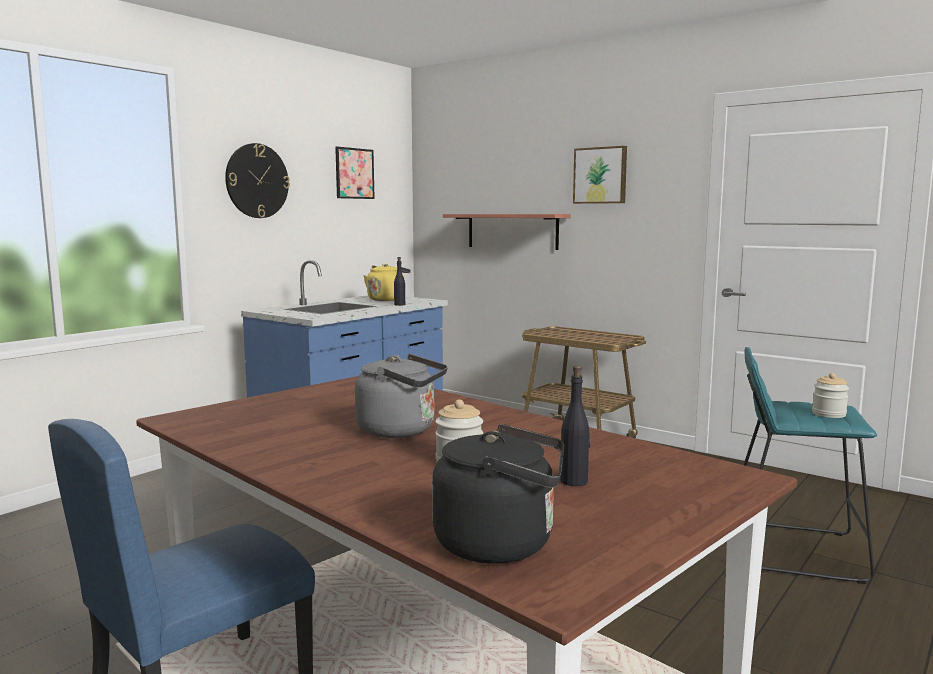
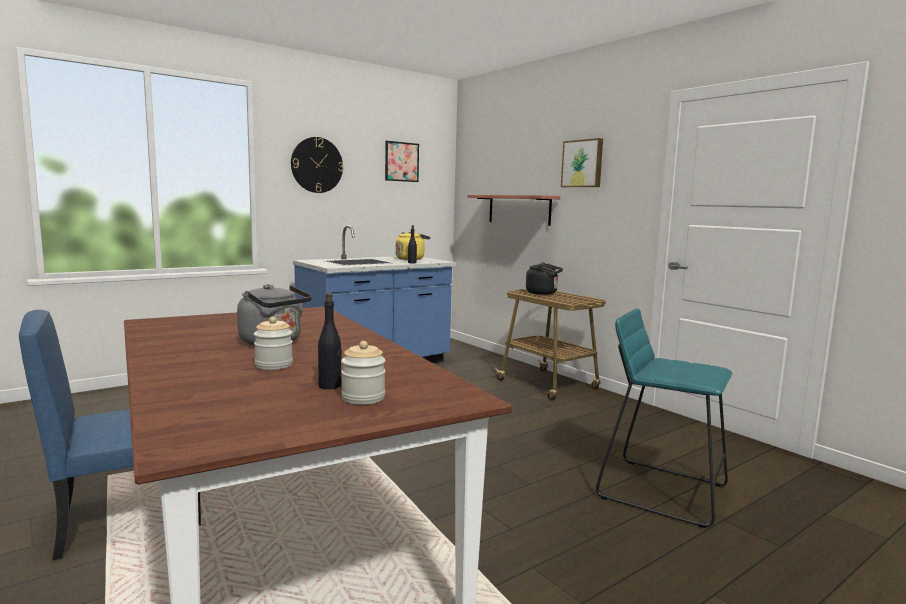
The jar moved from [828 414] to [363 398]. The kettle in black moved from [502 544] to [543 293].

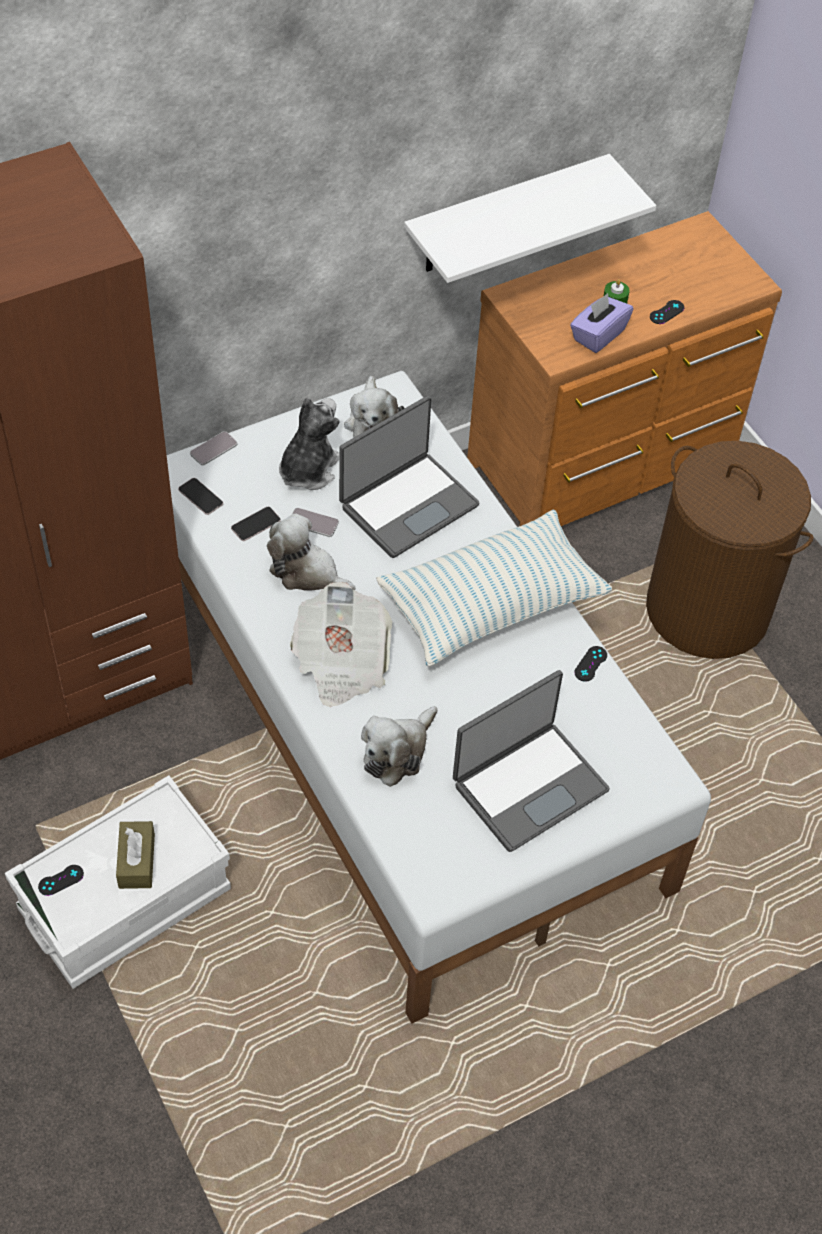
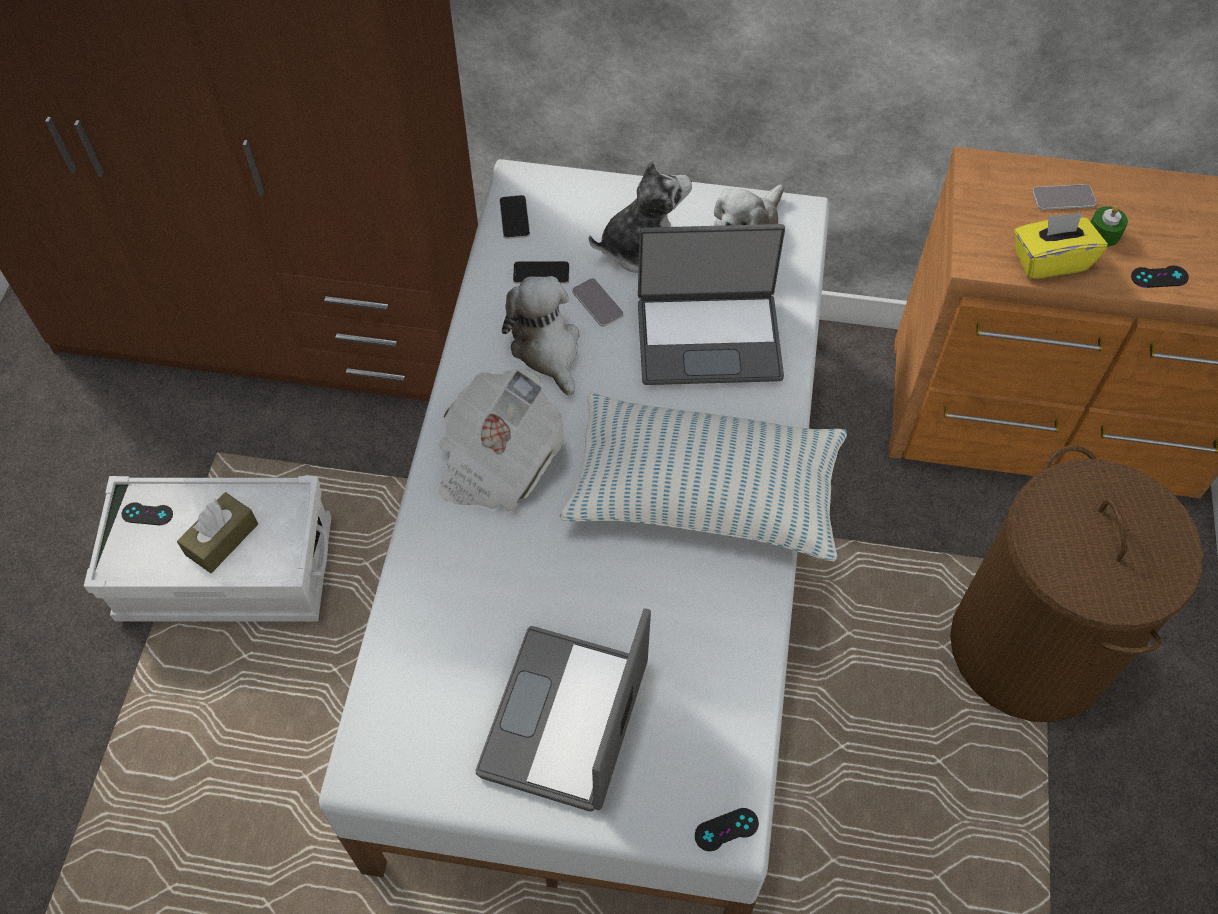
The laptop at [528 785] turned 105 degrees clockwise. The game controller in black moved from [590 664] to [726 829]. The tissue box in purple at [598 335] became the tissue box in yellow at [1049 261]. The phone moved from [213 449] to [1063 198]. The plush toy at [397 752] disappeared. The shelf in white at [505 215] disappeared.

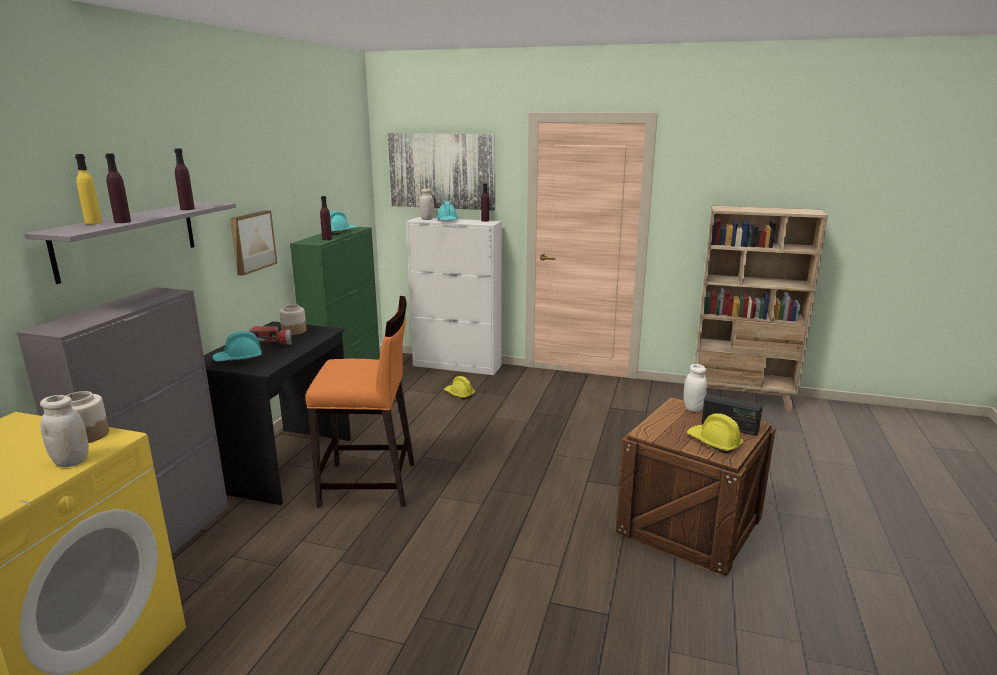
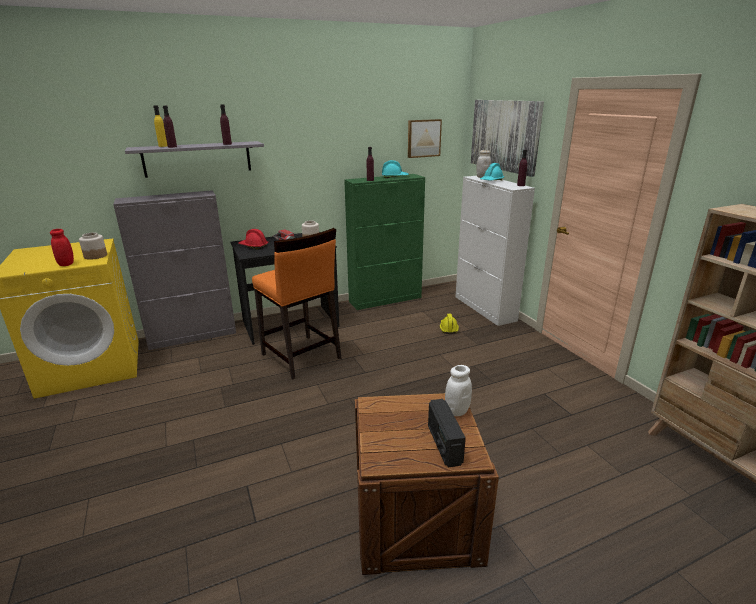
The jar in white at [71 461] became the jar in red at [66 264]. The hard hat in turquoise at [238 359] became the hard hat in red at [253 246]. The picture moved from [251 241] to [423 138]. The hard hat in yellow at [713 442] disappeared.

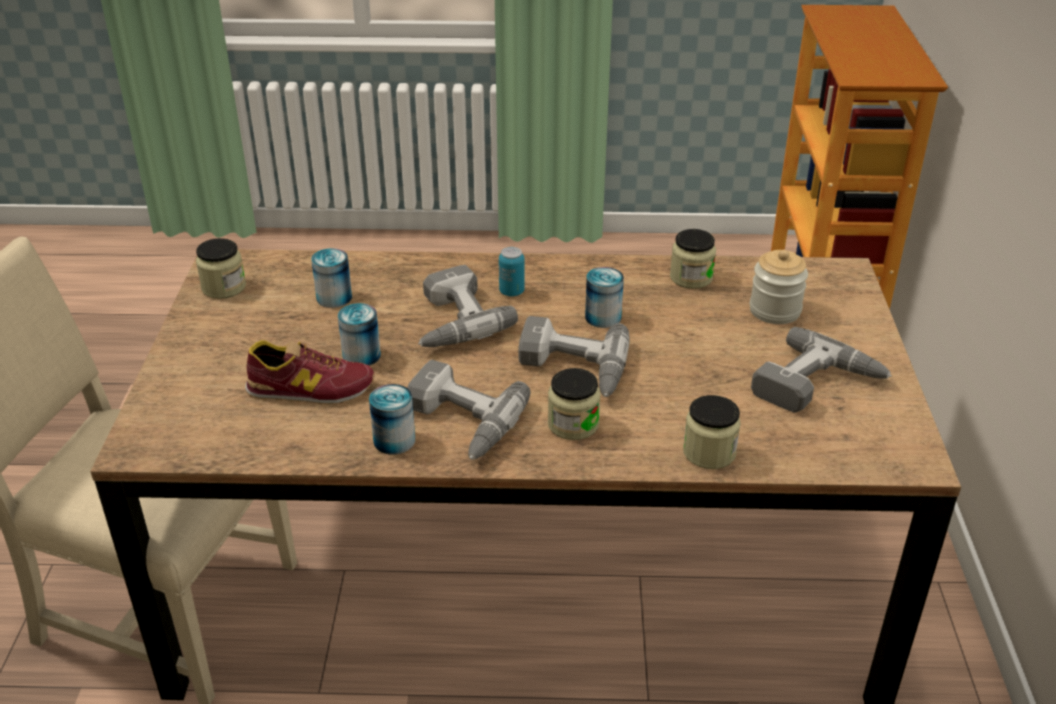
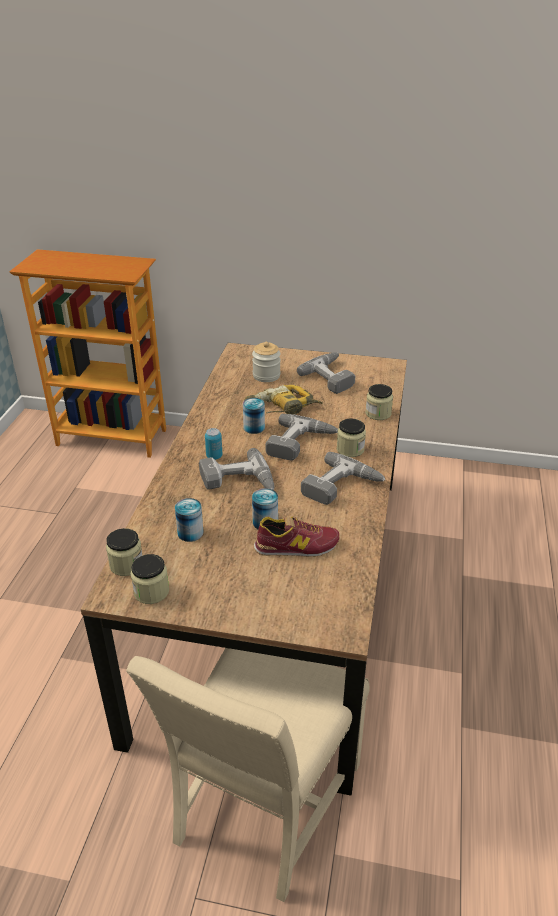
The jar moved from [691 277] to [126 564]. The power drill at [282 408] appeared. The shoe at [310 389] turned 75 degrees clockwise. The can at [394 440] disappeared.

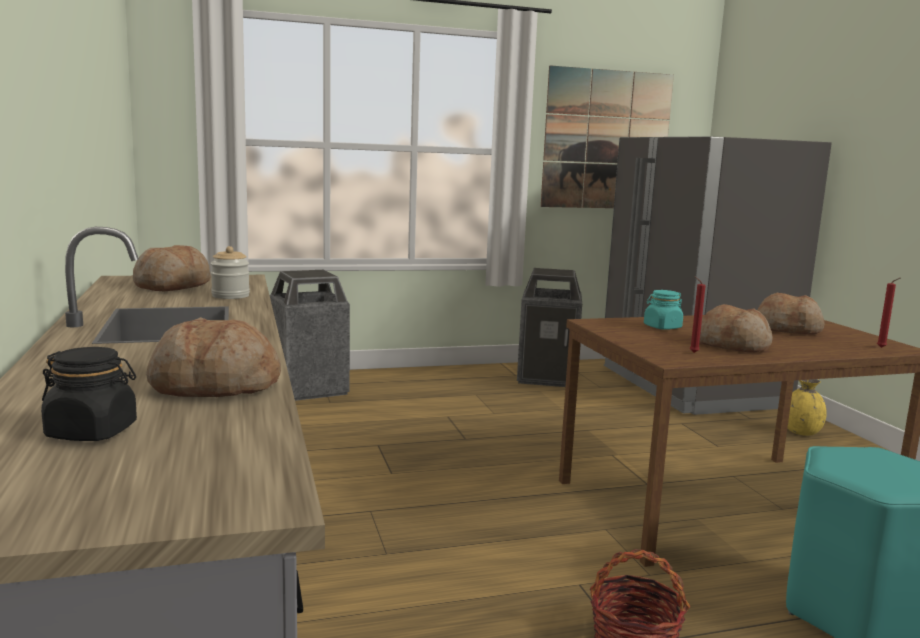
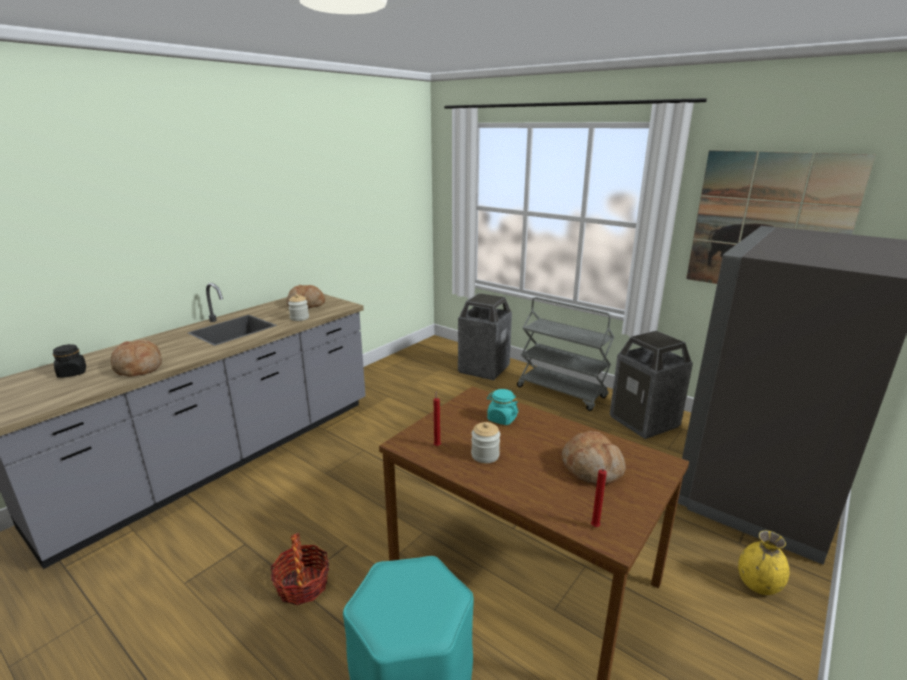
The bread at [733 345] was replaced by the jar at [485 455]. The cart in grey at [562 392] appeared.

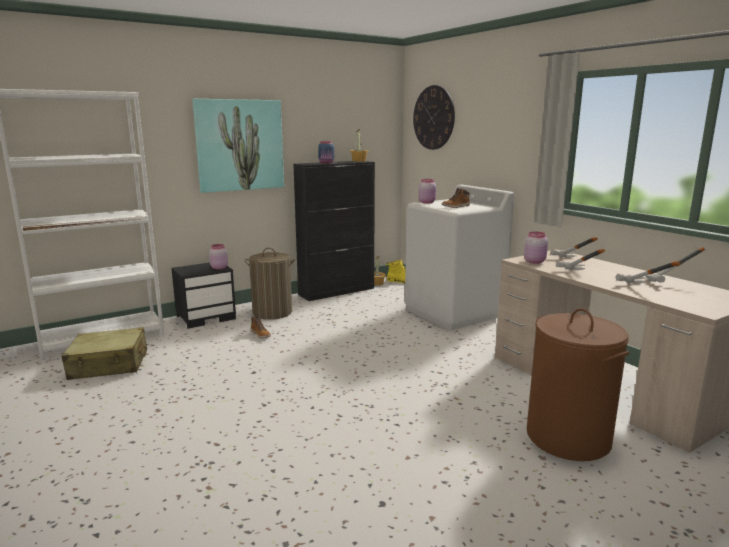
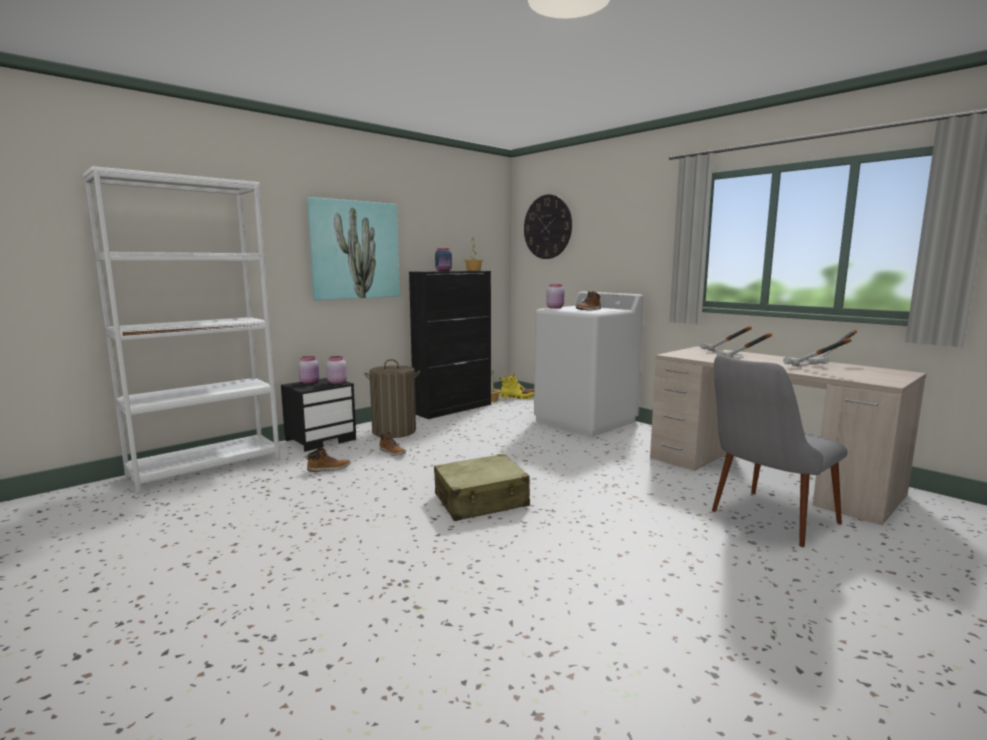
The jar in pink moved from [535 261] to [310 382]. The boot at [329 468] appeared. The suitcase in beige moved from [109 365] to [481 501]. The laundry basket in brown at [567 437] was replaced by the chair in grey at [764 522].

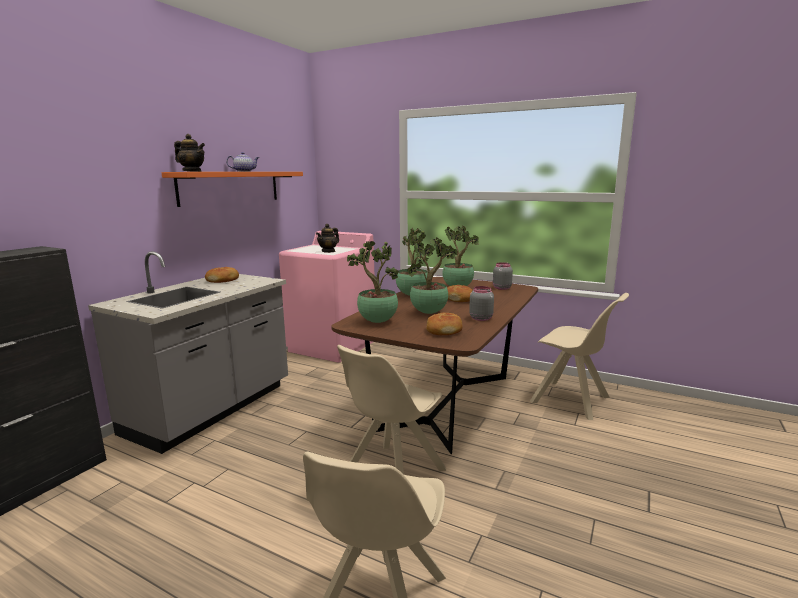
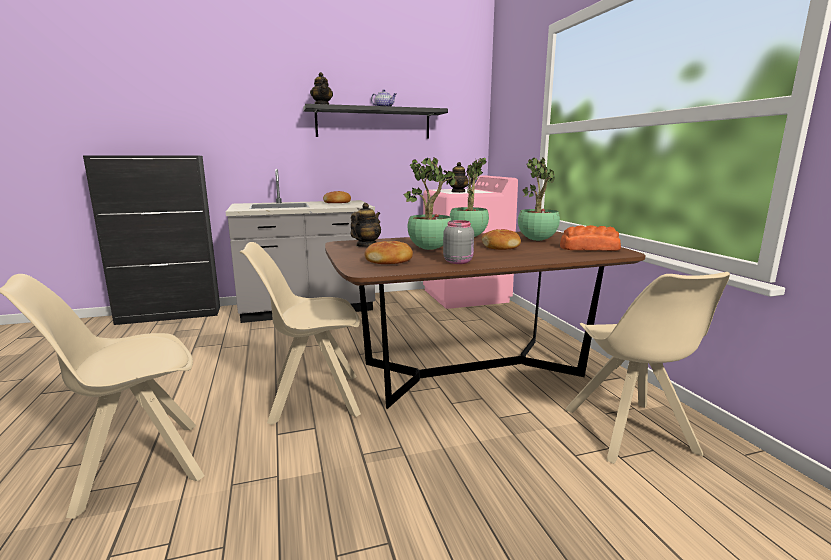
The shelf in orange at [230 187] became the shelf in black at [373 123]. The potted plant at [376 322] was replaced by the teapot at [366 245]. The jar in grey at [501 288] was replaced by the bread at [588 248].

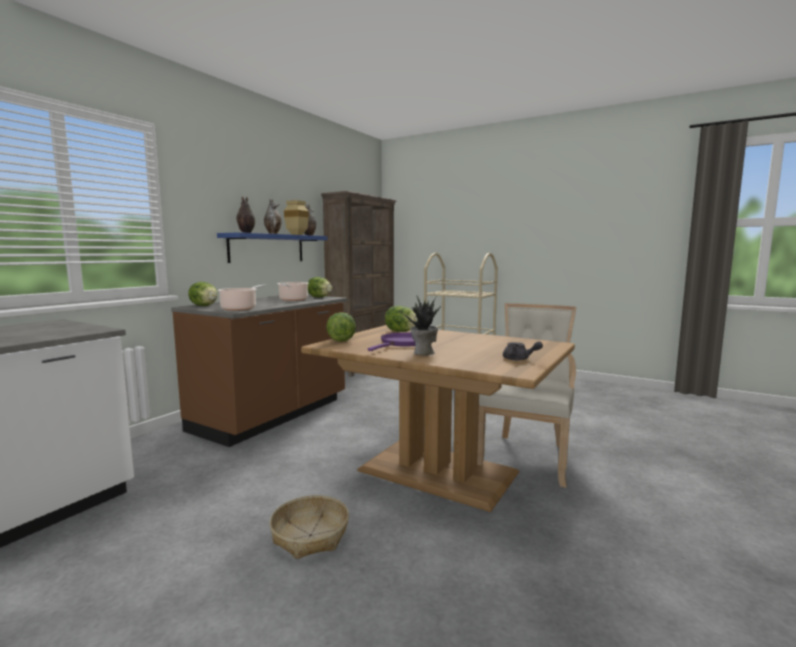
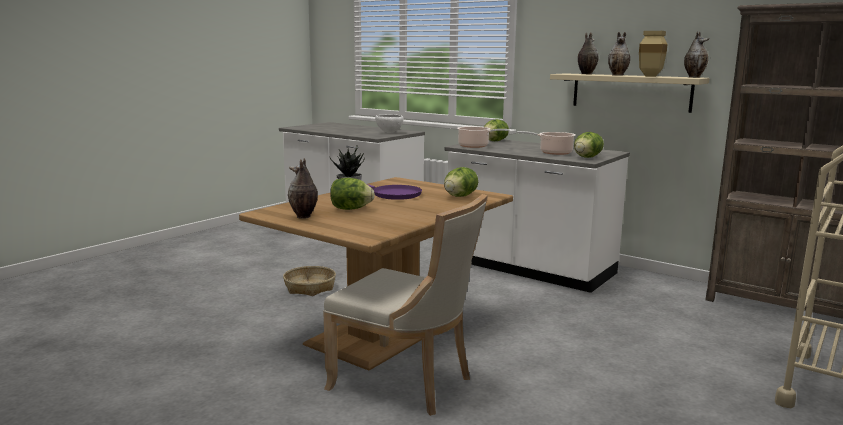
The teapot in grey at [519 359] was replaced by the vase at [303 216]. The lettuce moved from [341 340] to [351 209]. The bowl in white at [389 133] appeared. The counter in brown at [272 415] became the counter in white at [529 268]. The shelf in blue at [267 248] became the shelf in beige at [631 92].

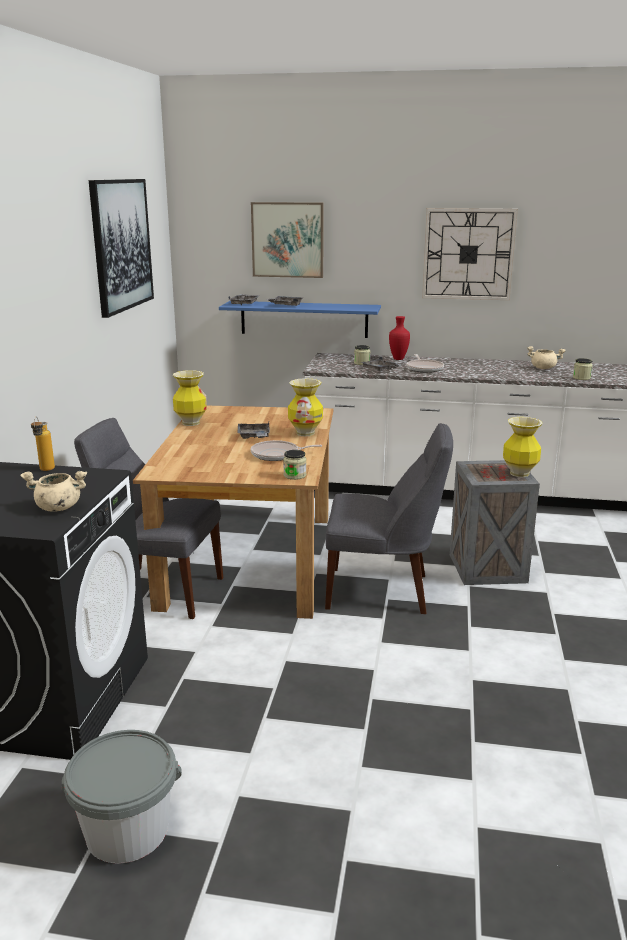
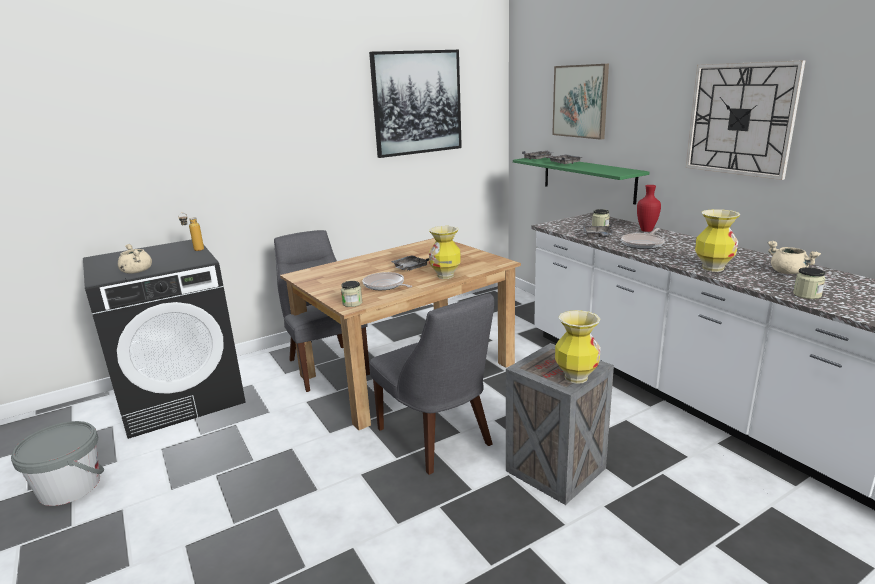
The shelf in blue at [304 319] became the shelf in green at [587 178]. The vase moved from [191 423] to [712 268].

